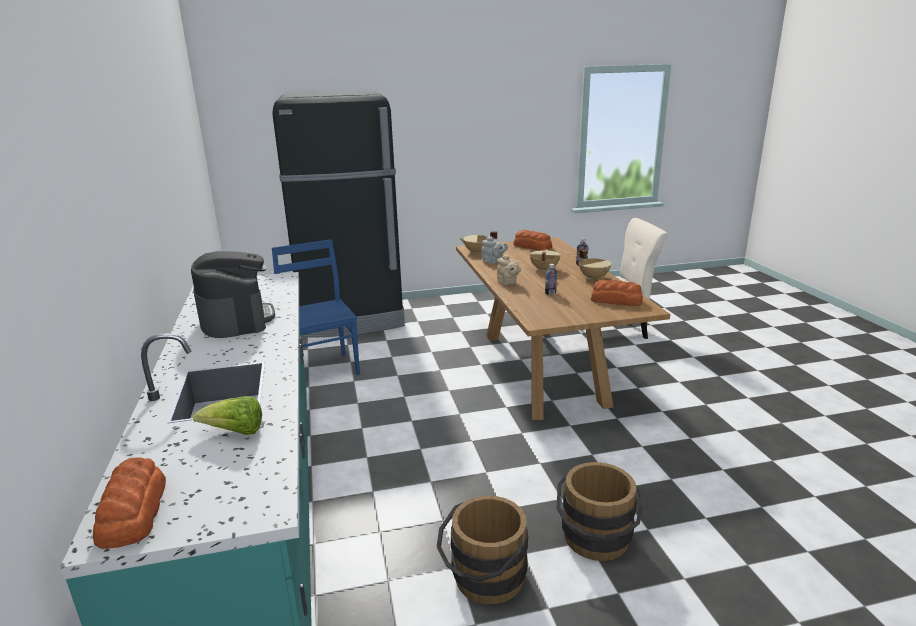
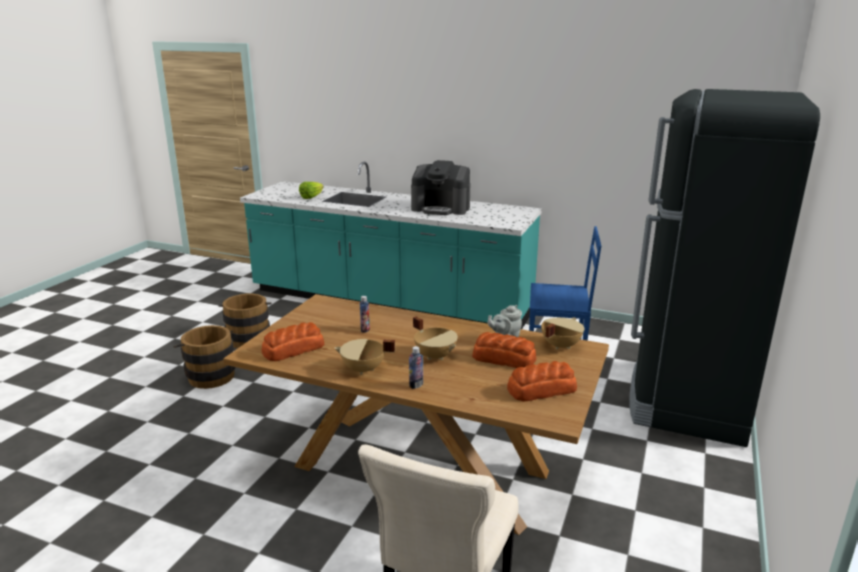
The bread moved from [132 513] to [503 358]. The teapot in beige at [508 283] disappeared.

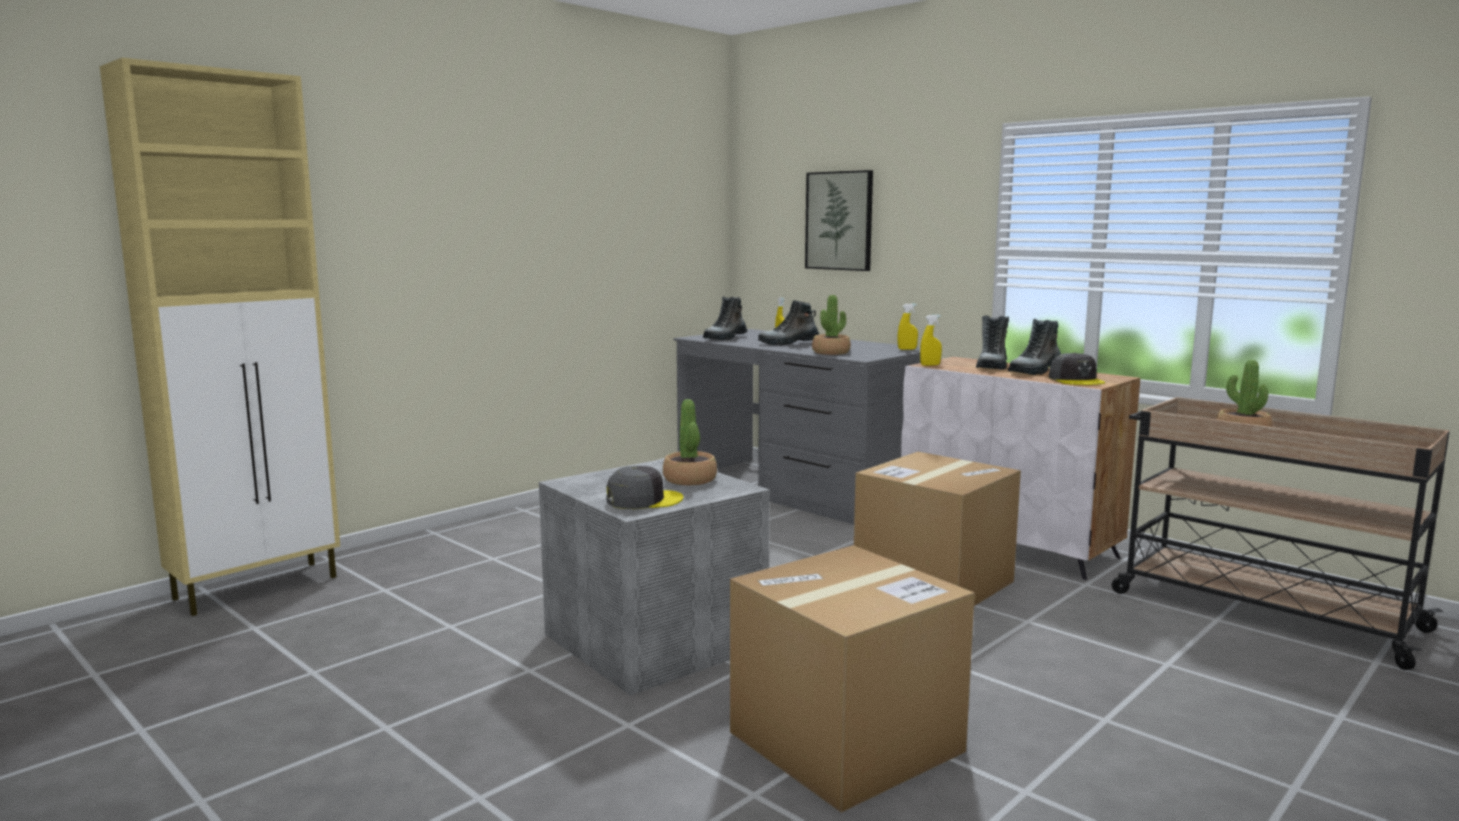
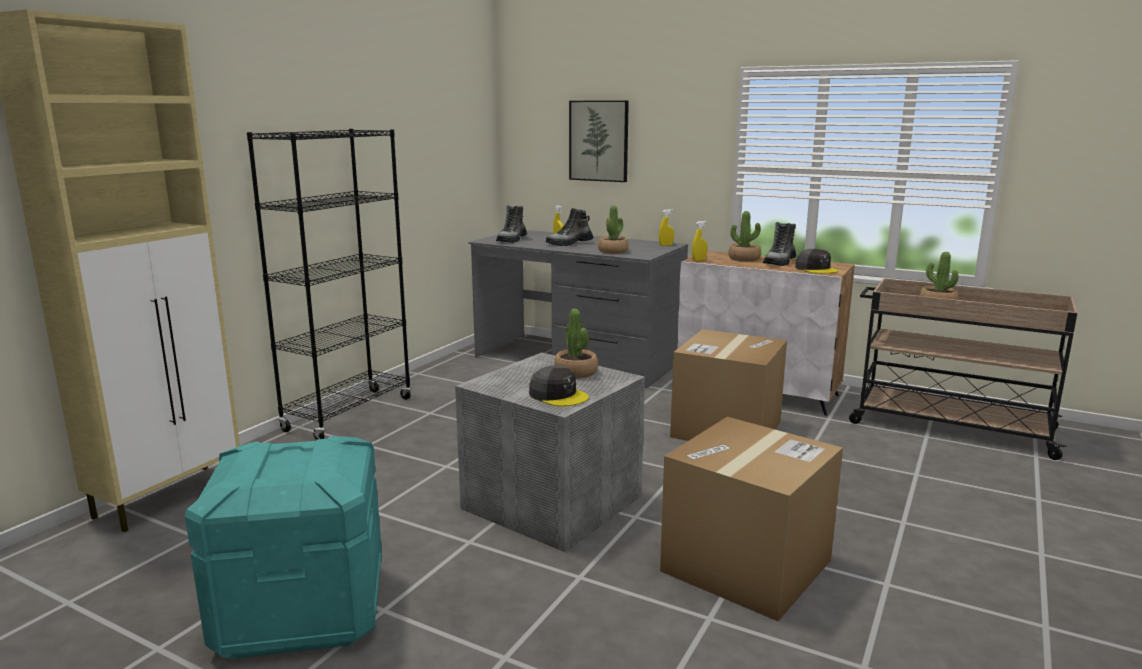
The storage box in turquoise at [302 609] appeared. The bookcase in black at [349 414] appeared. The cap in grey at [643 500] turned 75 degrees clockwise. The boot at [992 366] was replaced by the potted plant at [744 259].

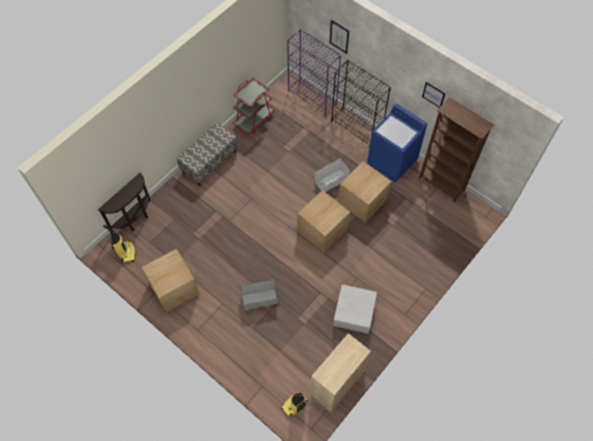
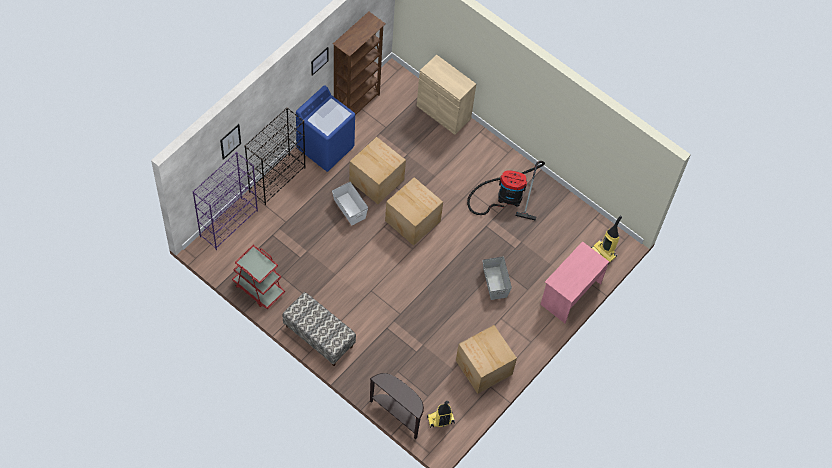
The cabinet in beige moved from [337 382] to [443 112]. The storage box in white at [354 312] was replaced by the vacuum cleaner at [507 196]. The desk in pink at [570 293] appeared.

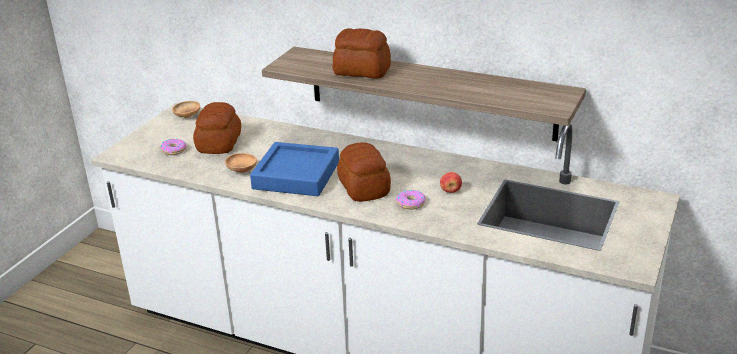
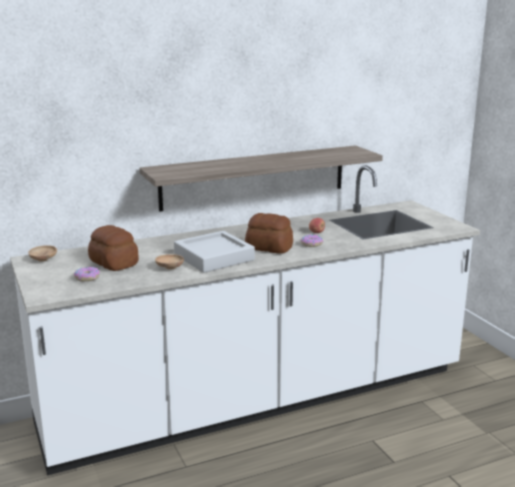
The tray in blue at [296 175] became the tray in grey at [214 257]. The bread at [362 71] disappeared.

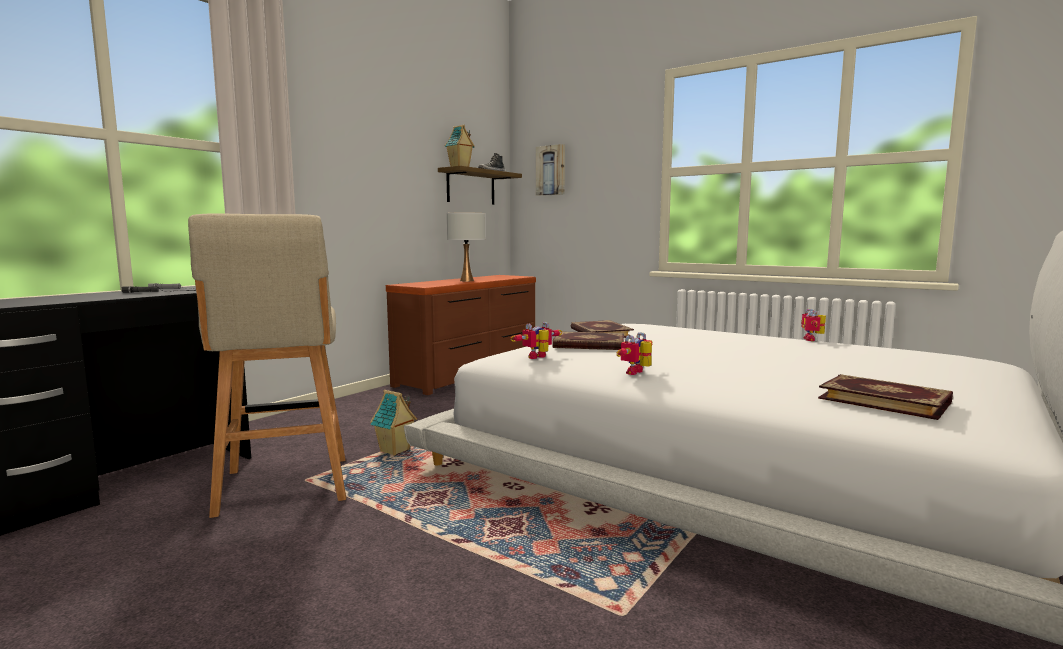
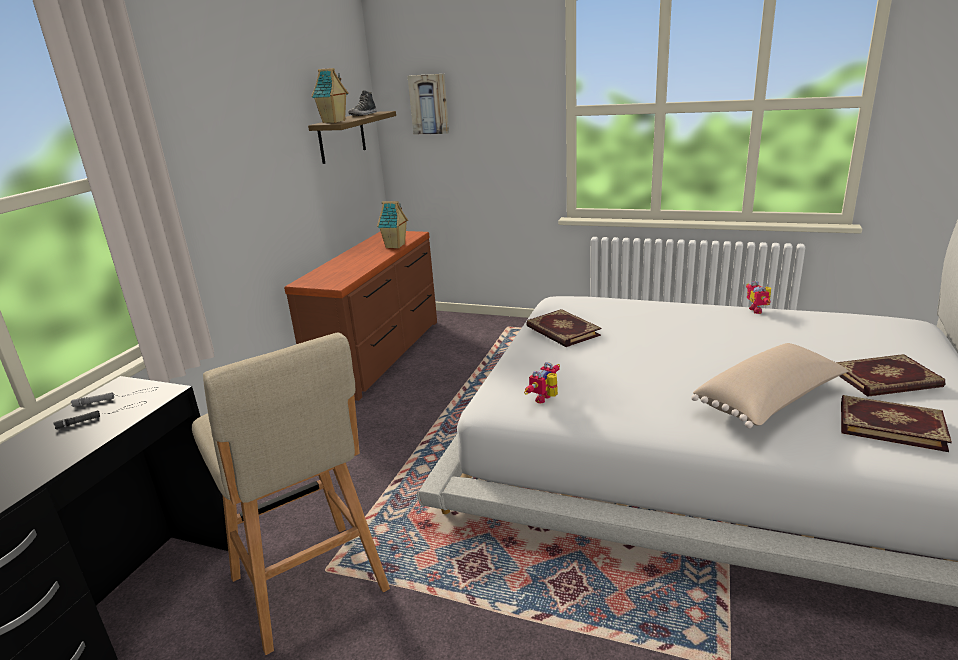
The toy house moved from [395 452] to [395 246]. The pillow in beige at [770 402] appeared. The book moved from [589 345] to [887 380]. The table lamp in white at [466 280] disappeared. The toy robot at [638 373] disappeared.

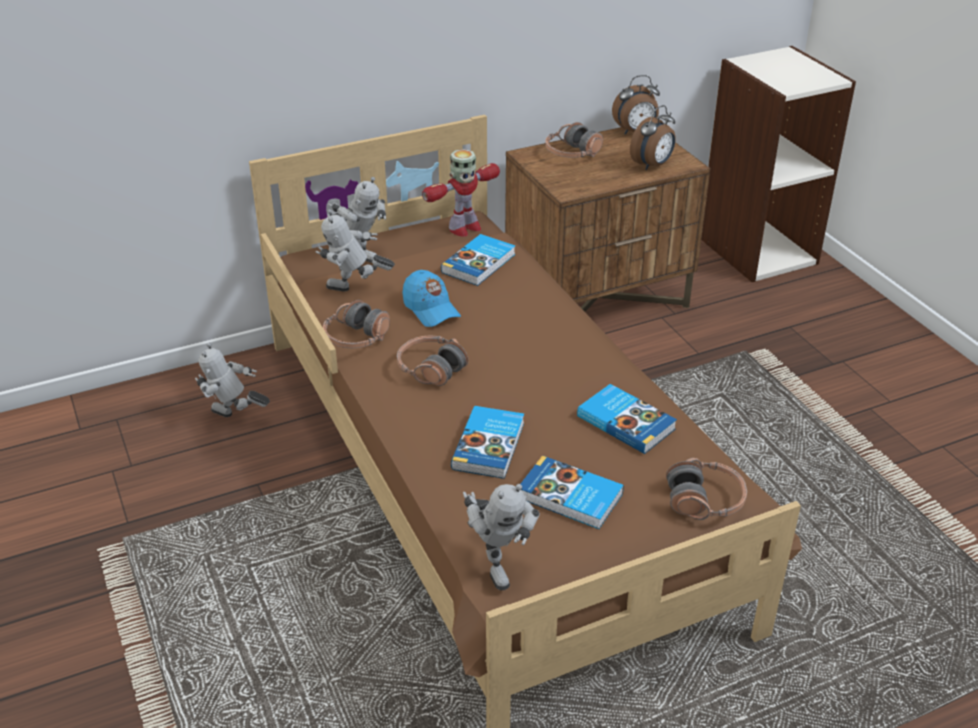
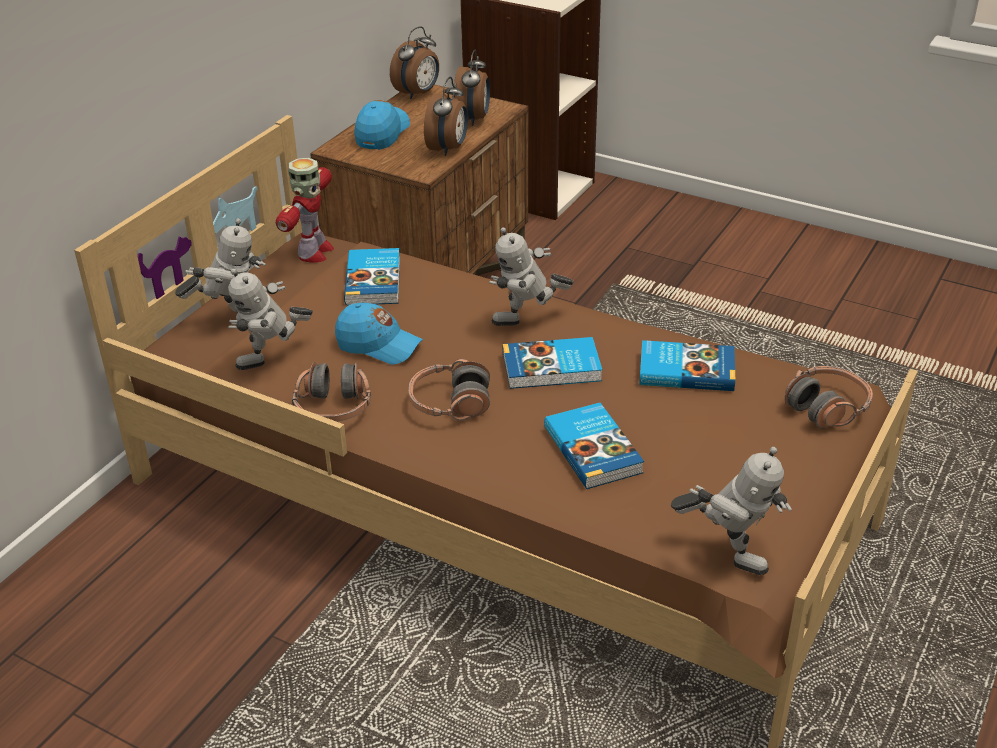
The headphones at [572 154] was replaced by the cap in blue at [382 133]. The alarm clock at [448 149] appeared. The toy robot moved from [235 419] to [528 323]. The book moved from [570 497] to [552 368].

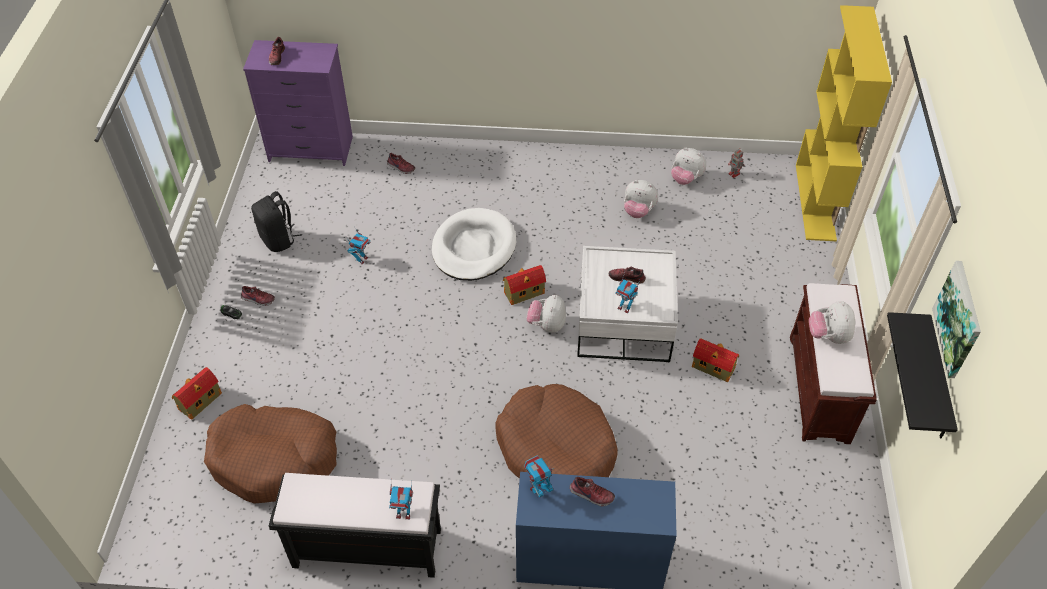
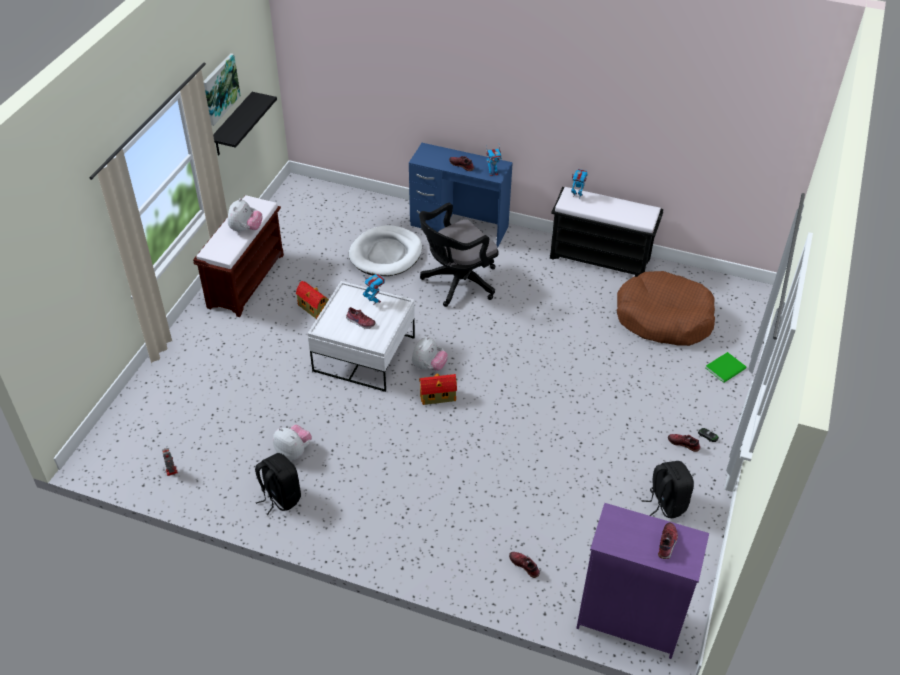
The backpack in black at [280 497] appeared. The dog bed in white moved from [473 247] to [386 254]. The dog bed in brown at [556 450] was replaced by the office chair in black at [456 283]. The toy house at [199 402] was replaced by the book in green at [726 368]. The toy robot at [361 259] disappeared. The plush toy at [685 179] disappeared. The bookcase in yellow at [816 202] disappeared.

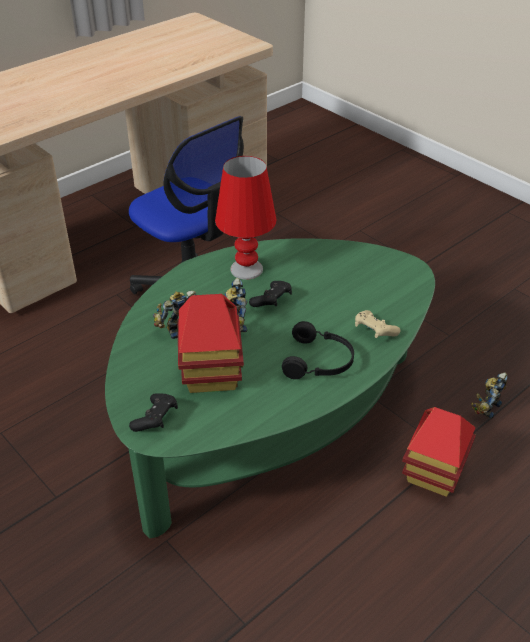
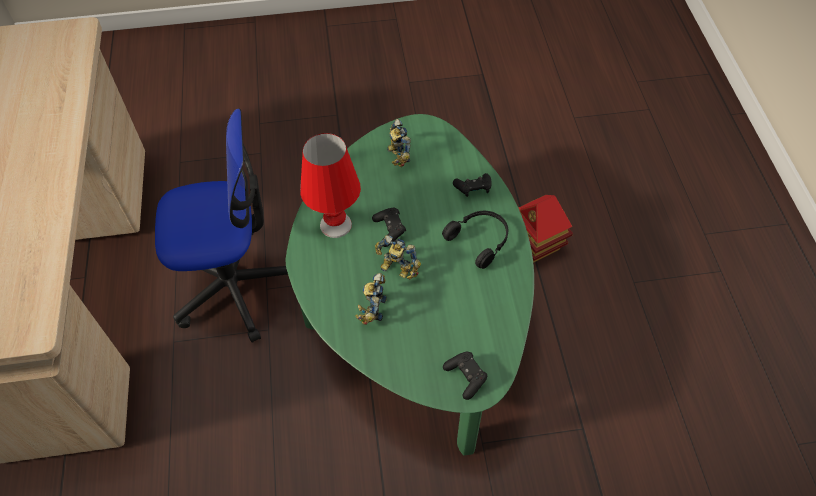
The toy robot moved from [486 407] to [396 156]. The game controller in beige at [374 331] became the game controller in black at [473 189]. The toy house at [211 373] disappeared.

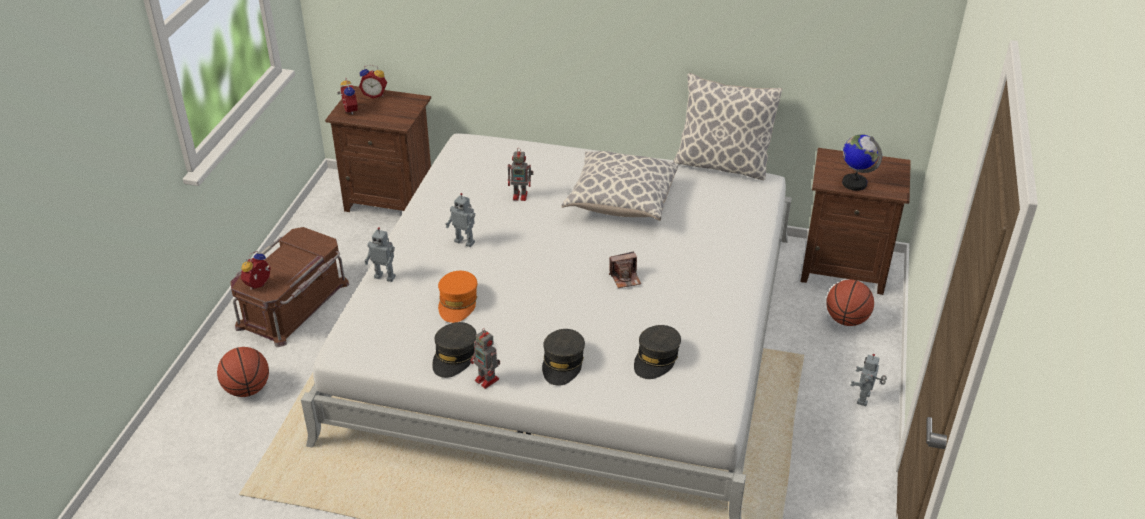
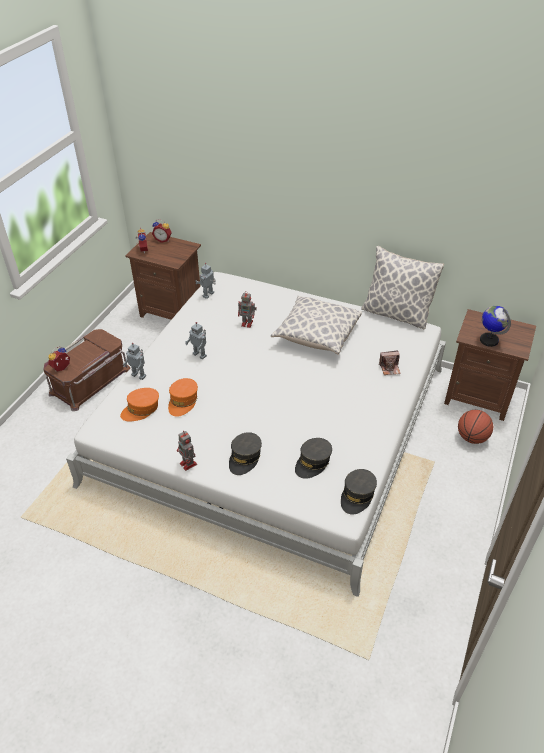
The cap in orange at [141 409] appeared. The toy robot moved from [864 399] to [209 295]. The cap in grey moved from [454 356] to [357 495]. The photo camera moved from [625 278] to [389 368]. The basketball at [247 389] disappeared.

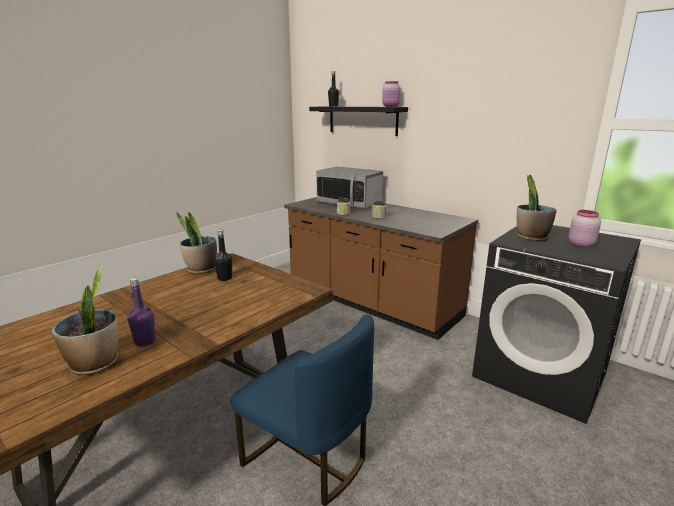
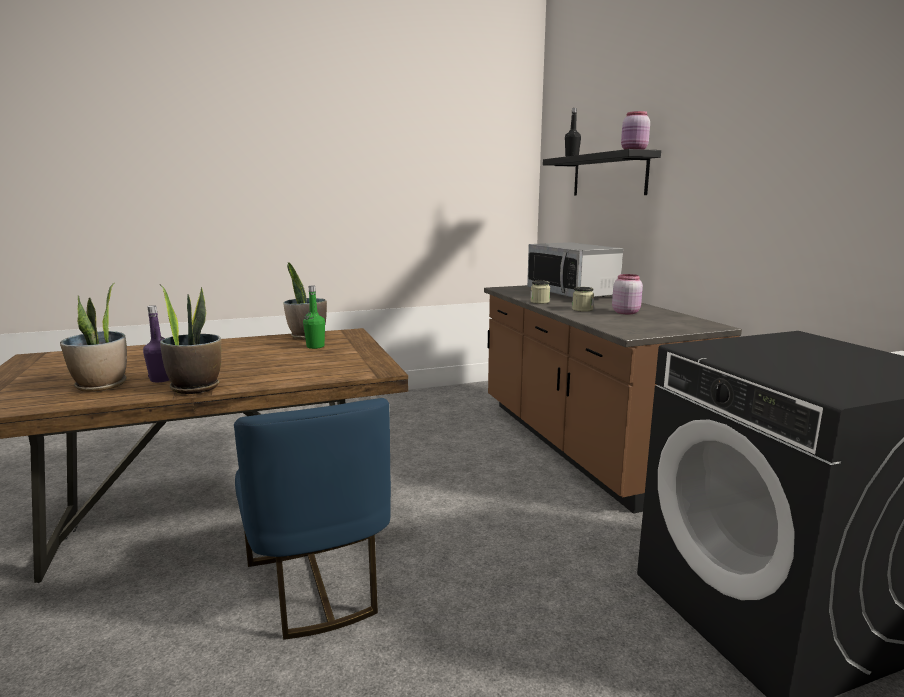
The potted plant moved from [531 238] to [195 387]. The bottle in black at [225 278] became the bottle in green at [315 346]. The jar in pink moved from [580 244] to [625 312].

